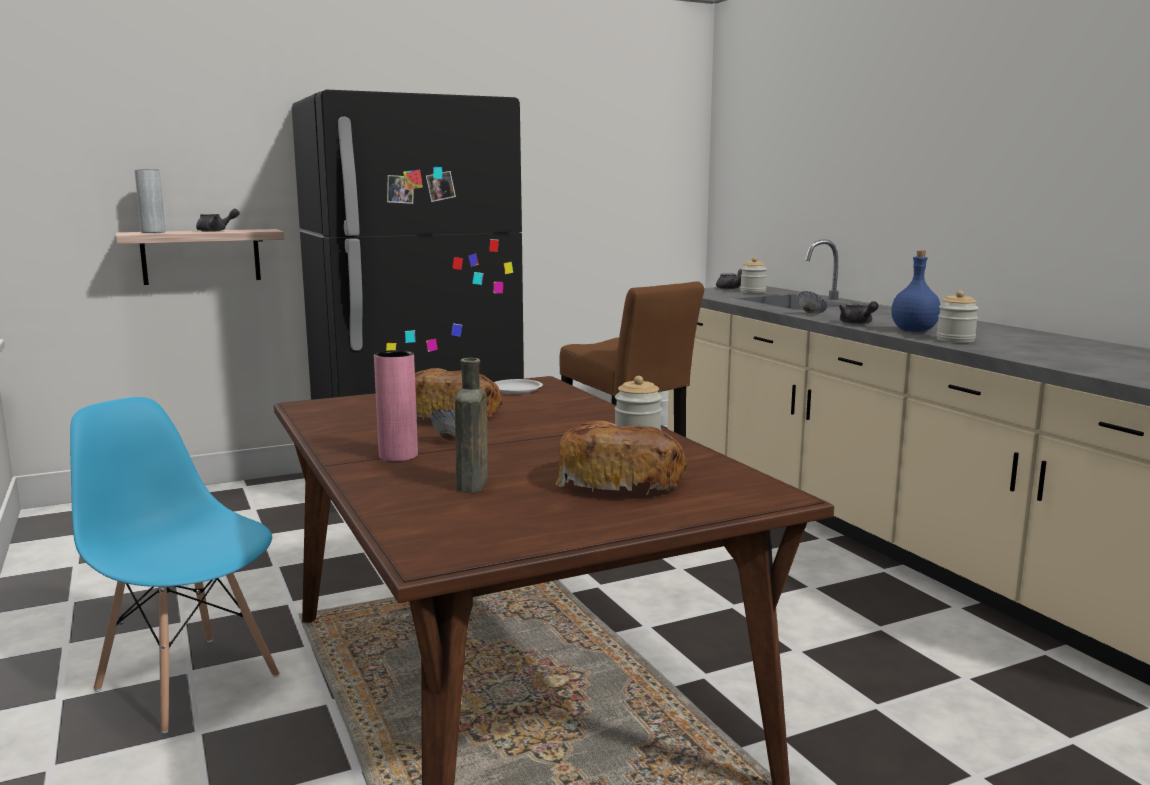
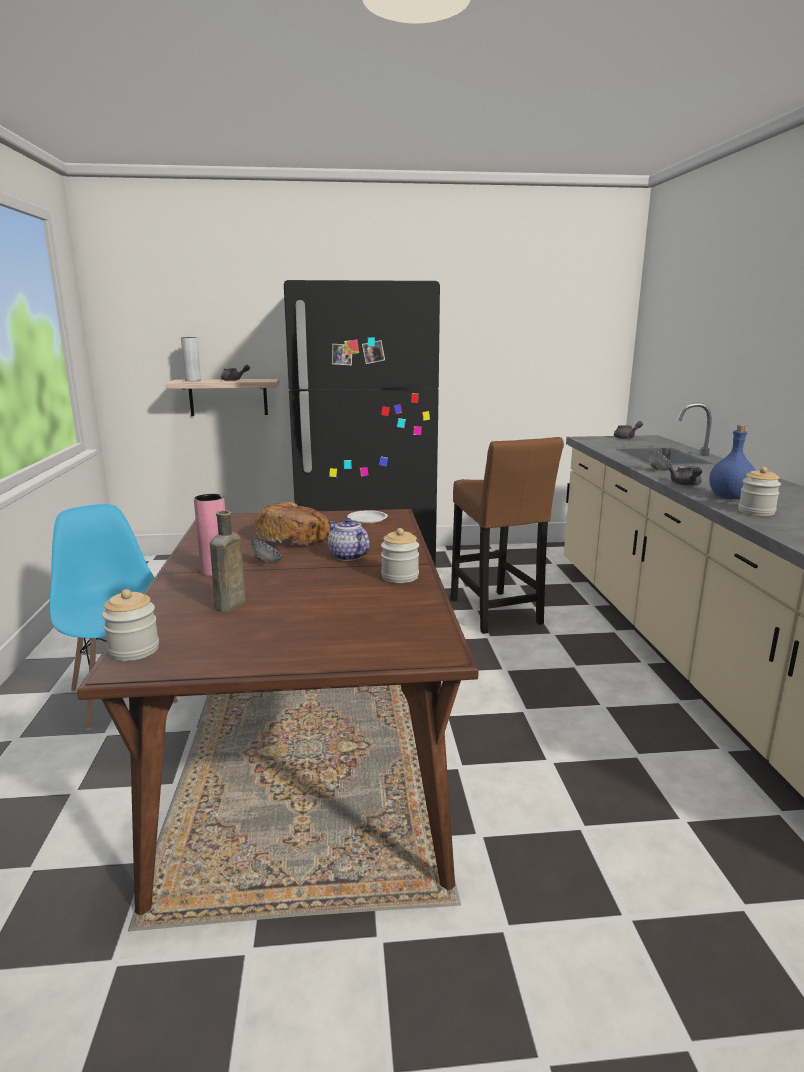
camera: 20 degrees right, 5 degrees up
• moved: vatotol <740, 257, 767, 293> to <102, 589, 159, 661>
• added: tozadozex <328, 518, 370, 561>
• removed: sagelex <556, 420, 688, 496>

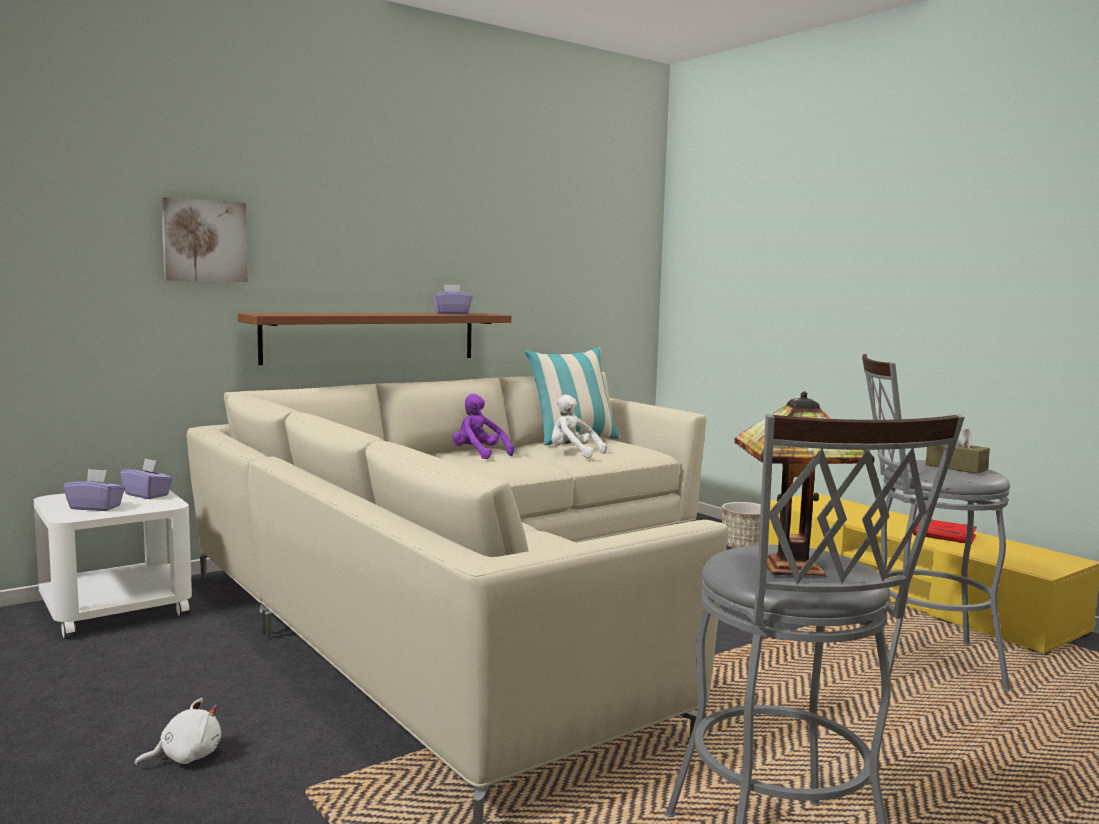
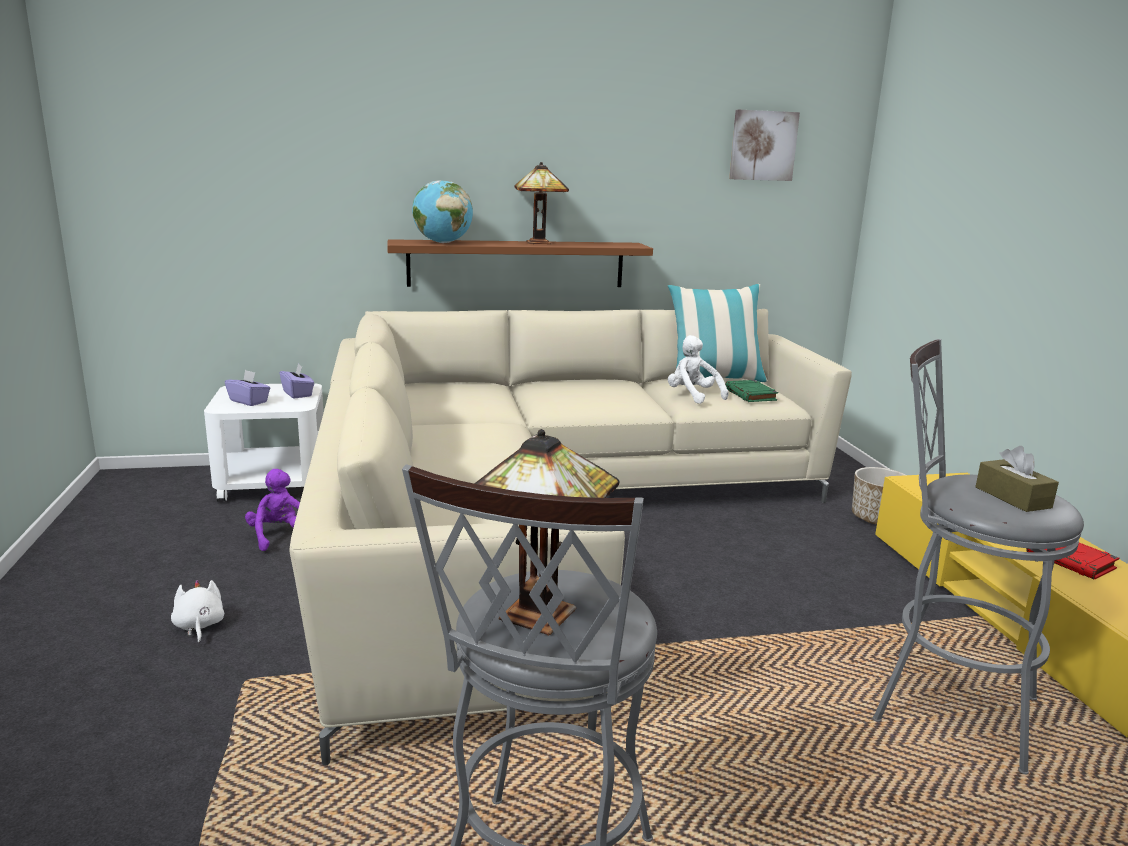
camera: 25 degrees right, 10 degrees up
• turned: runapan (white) <134, 698, 221, 766> = <171, 580, 224, 643> 105 degrees counterclockwise
• moved: runapan (purple) <453, 394, 514, 459> to <245, 469, 300, 551>
• added: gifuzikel <412, 180, 473, 243>
• added: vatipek <515, 162, 569, 244>
• added: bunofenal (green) <725, 380, 778, 402>
• moved: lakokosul <161, 197, 248, 282> to <729, 109, 800, 181>
• removed: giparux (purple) <433, 284, 473, 315>

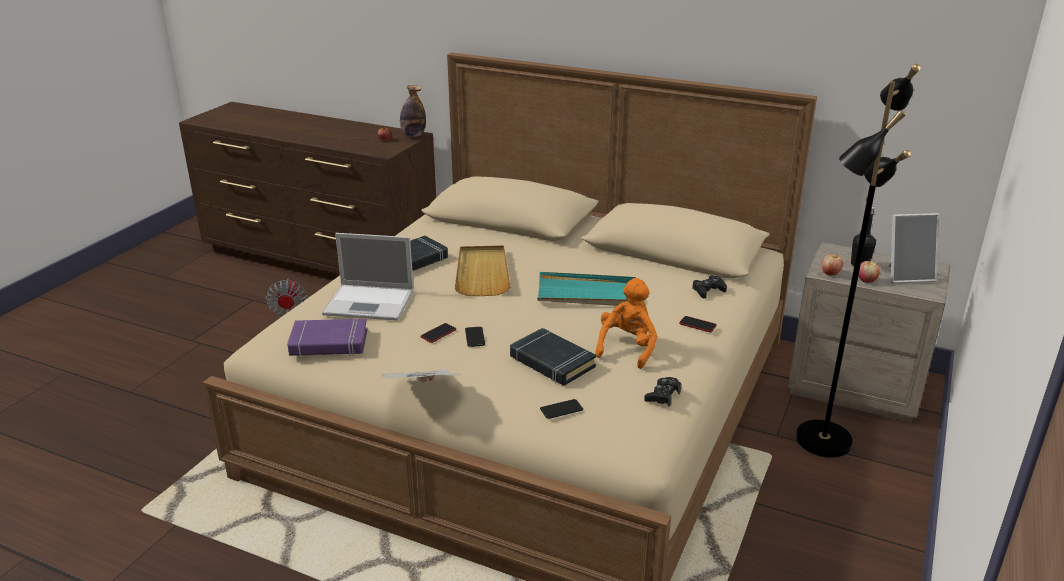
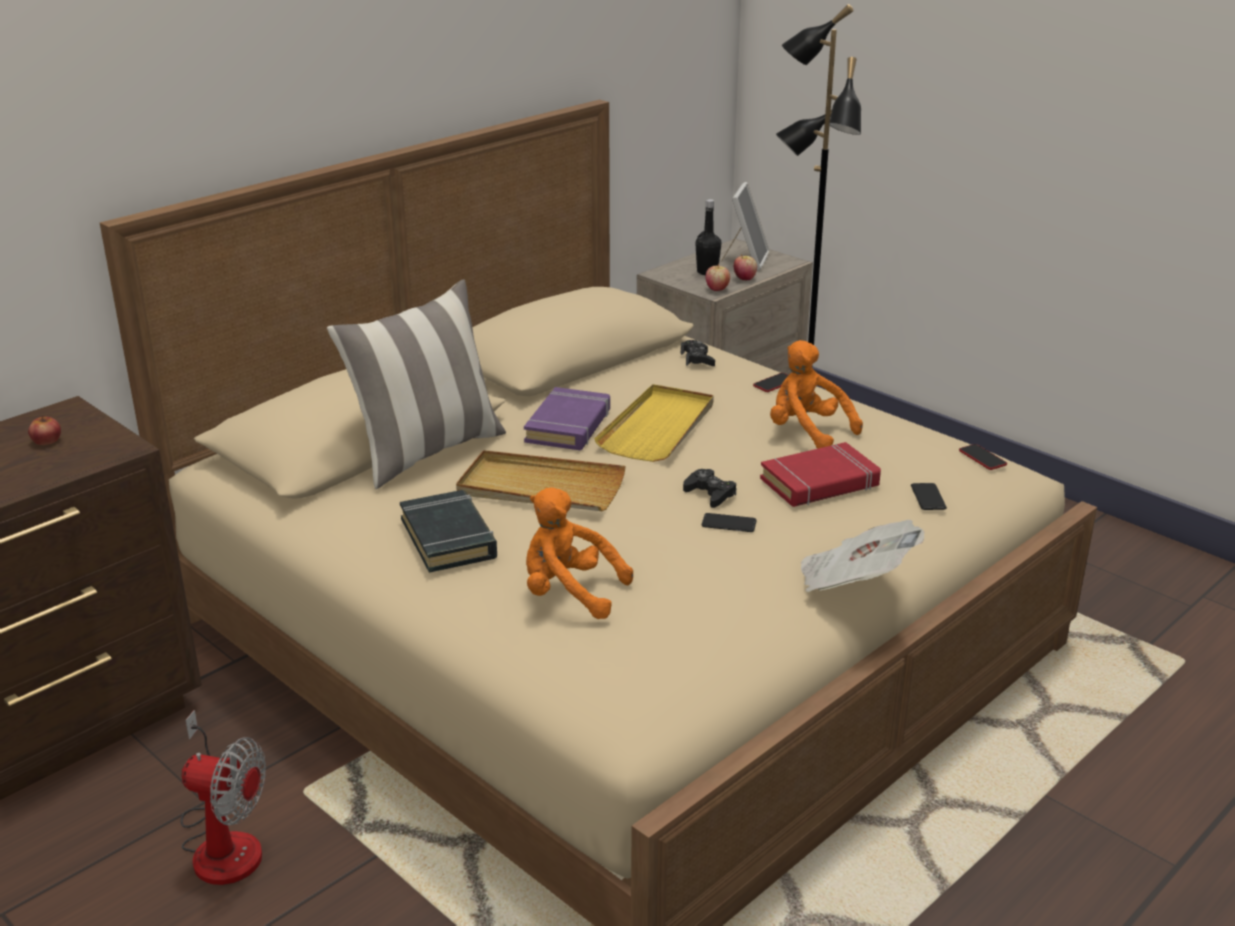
camera: 70 degrees left, 0 degrees up
• added: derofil <327, 279, 506, 489>
• moved: bunofenal (purple) <287, 319, 368, 357> to <524, 387, 610, 450>
• replaced: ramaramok <322, 233, 414, 321> to runapan (orange) <526, 487, 633, 619>
• recoloured: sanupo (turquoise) <537, 272, 636, 306> to sanupo (yellow) <594, 384, 714, 462>
• moved: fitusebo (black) <644, 377, 681, 407> to <683, 469, 736, 508>
• recoloured: bunofenal (black) <510, 328, 596, 386> to bunofenal (red) <760, 442, 881, 507>
• moved: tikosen <421, 323, 456, 343> to <959, 444, 1007, 470>
• removed: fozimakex <400, 85, 426, 137>

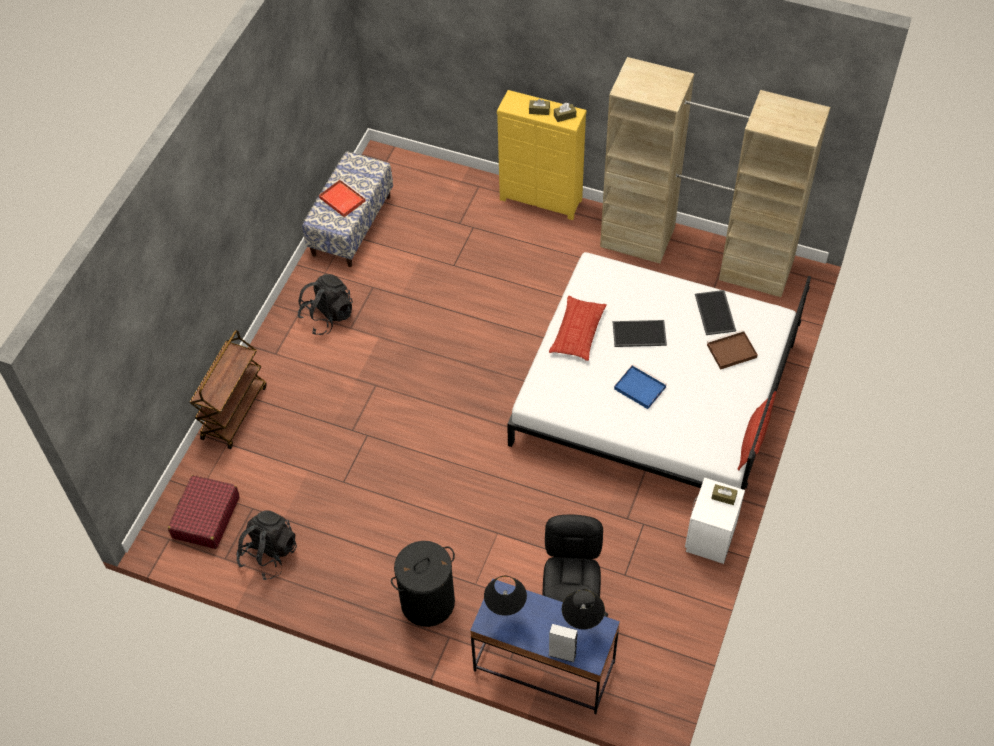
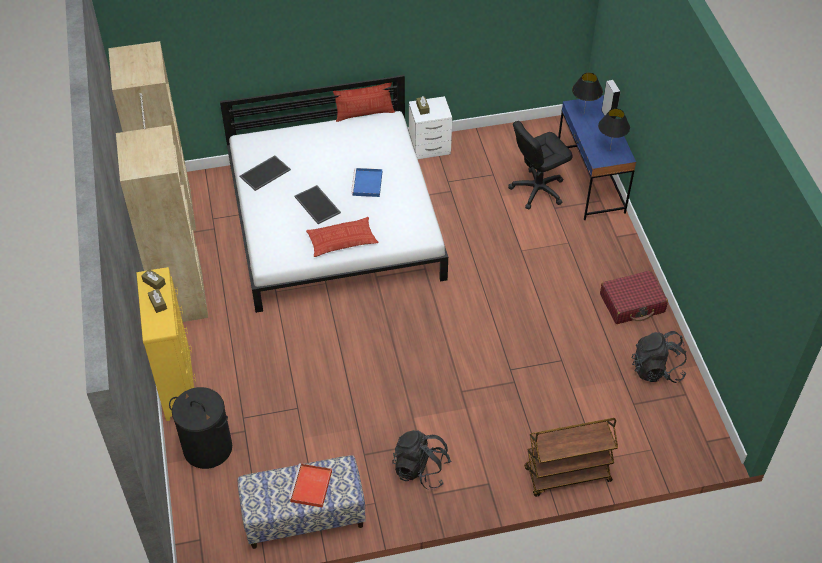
camera: 125 degrees left, 5 degrees down
• moved: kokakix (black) <391, 541, 455, 627> to <169, 387, 232, 469>
• moved: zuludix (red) <168, 475, 239, 549> to <600, 271, 668, 324>
• removed: sanupo (brown) <707, 330, 758, 370>

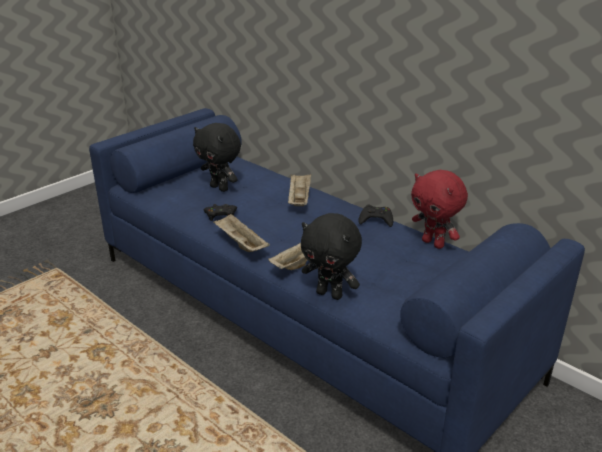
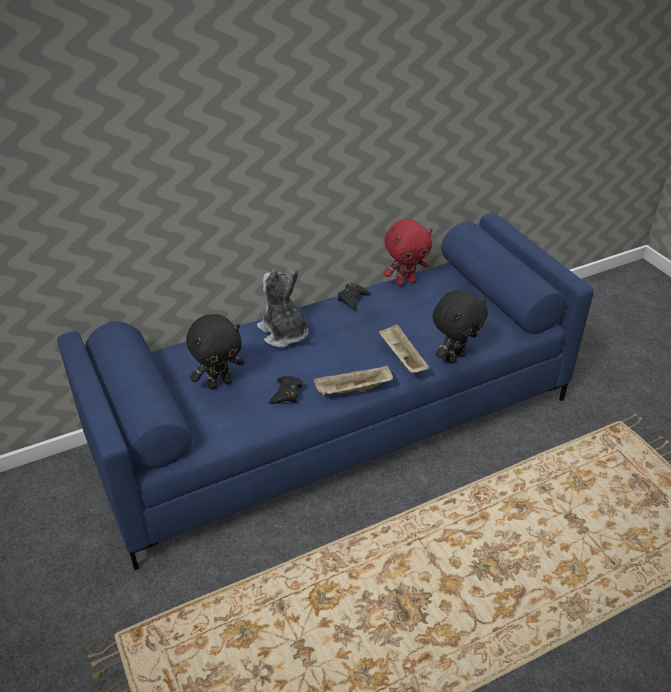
camera: 70 degrees left, 10 degrees up
• replaced: sanupo (beige) <288, 174, 311, 206> to runapan <257, 269, 308, 347>

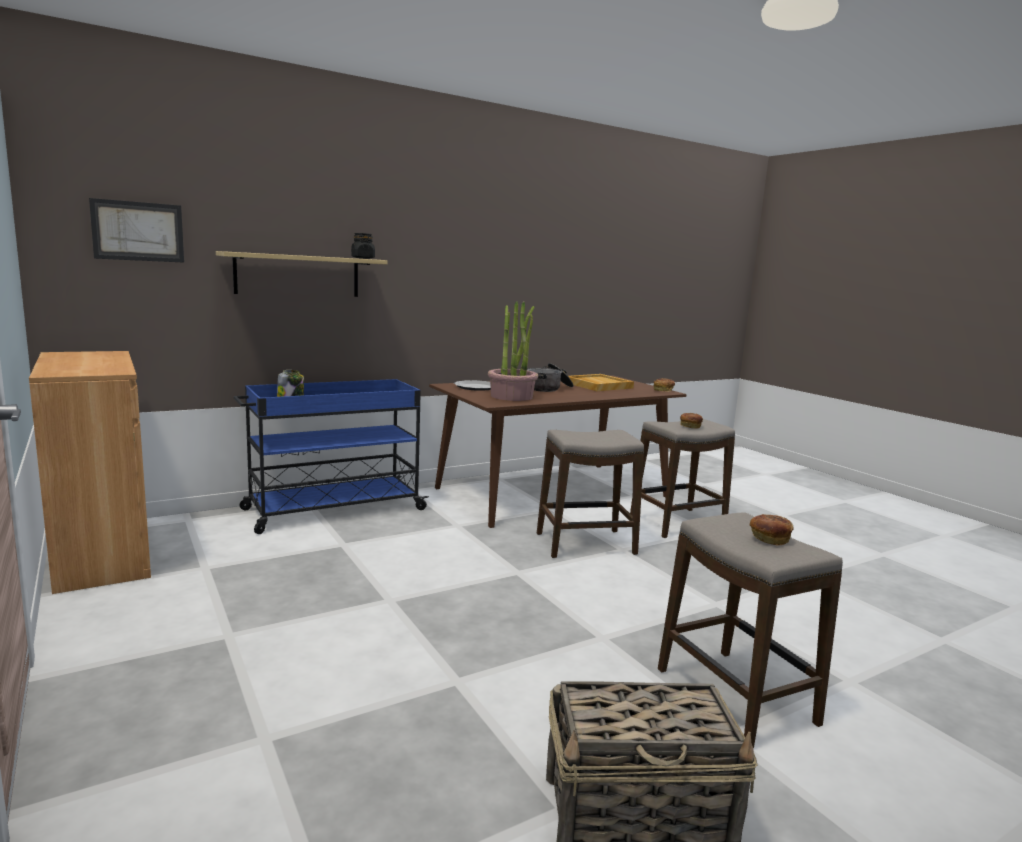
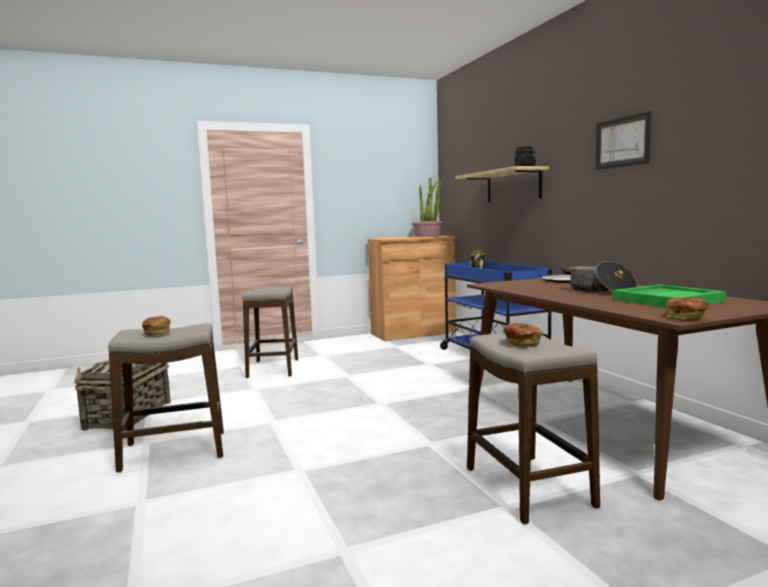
camera: 100 degrees right, 5 degrees down
• moved: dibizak <537, 430, 644, 558> to <242, 286, 298, 378>
• moved: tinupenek <488, 301, 538, 401> to <412, 178, 443, 237>
• moved: lakokosul <89, 198, 184, 263> to <596, 111, 651, 170>
• recoloured: sanupo (beige) <568, 374, 634, 391> to sanupo (green) <612, 285, 726, 308>

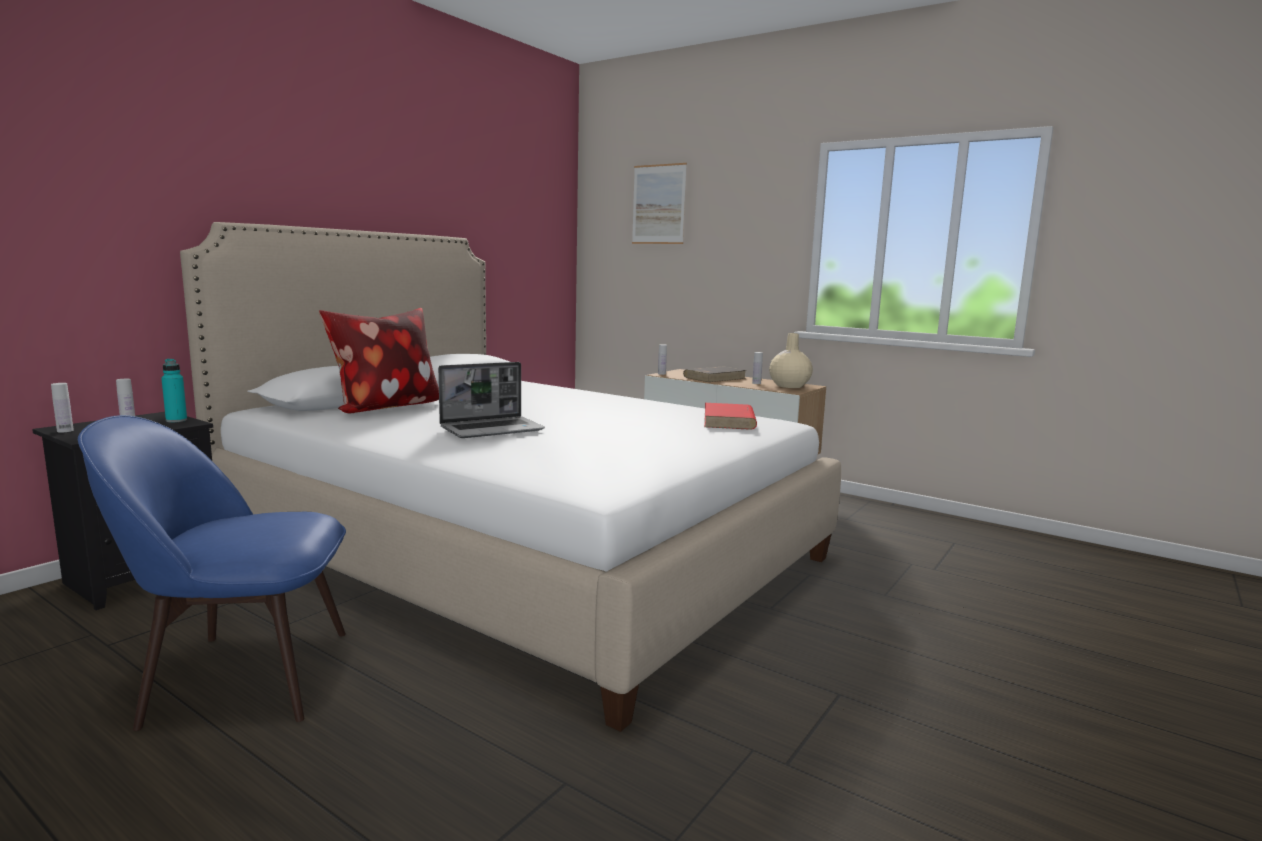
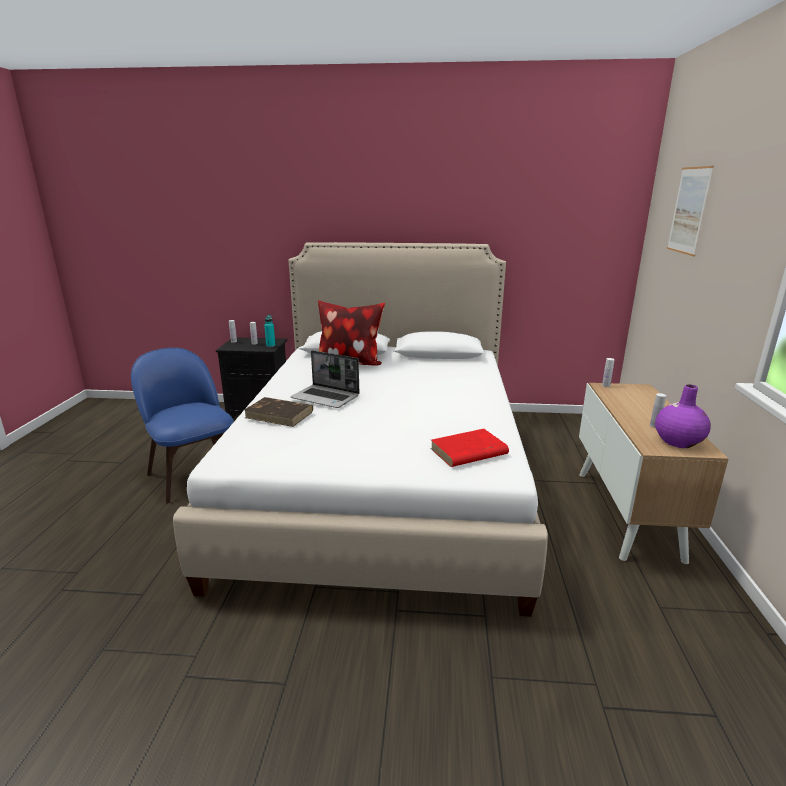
camera: 60 degrees right, 10 degrees up
• moved: bunofenal (brown) <683, 366, 746, 382> to <244, 397, 313, 427>
• recoloured: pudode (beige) <769, 333, 813, 388> to pudode (purple) <655, 384, 711, 448>

